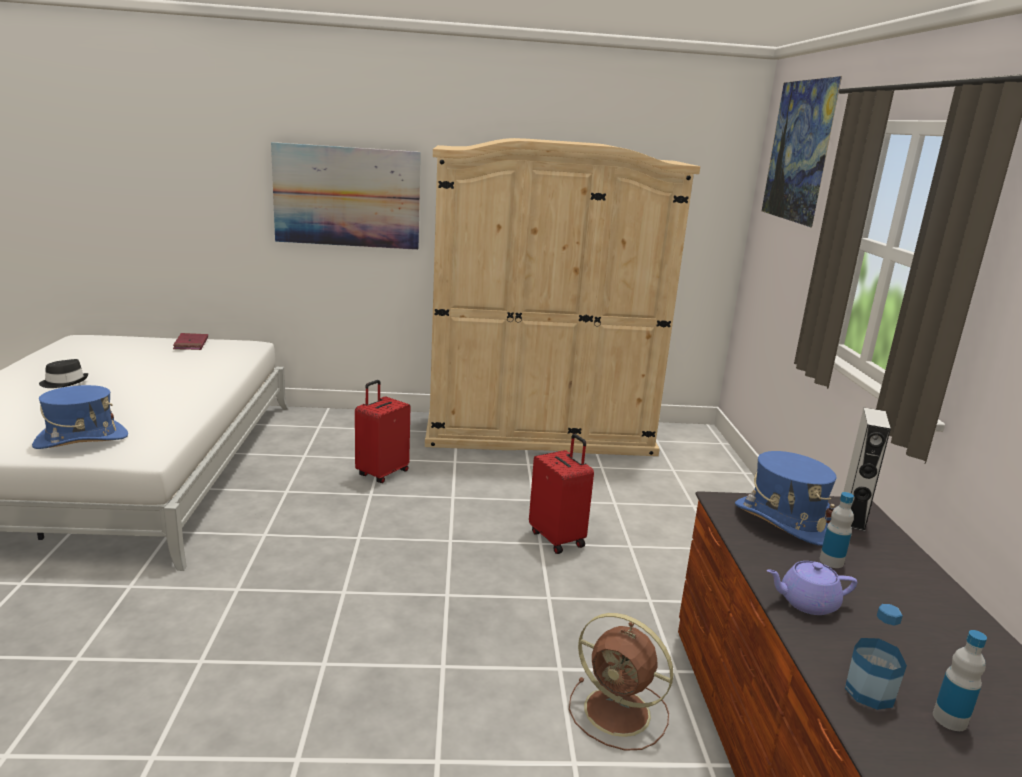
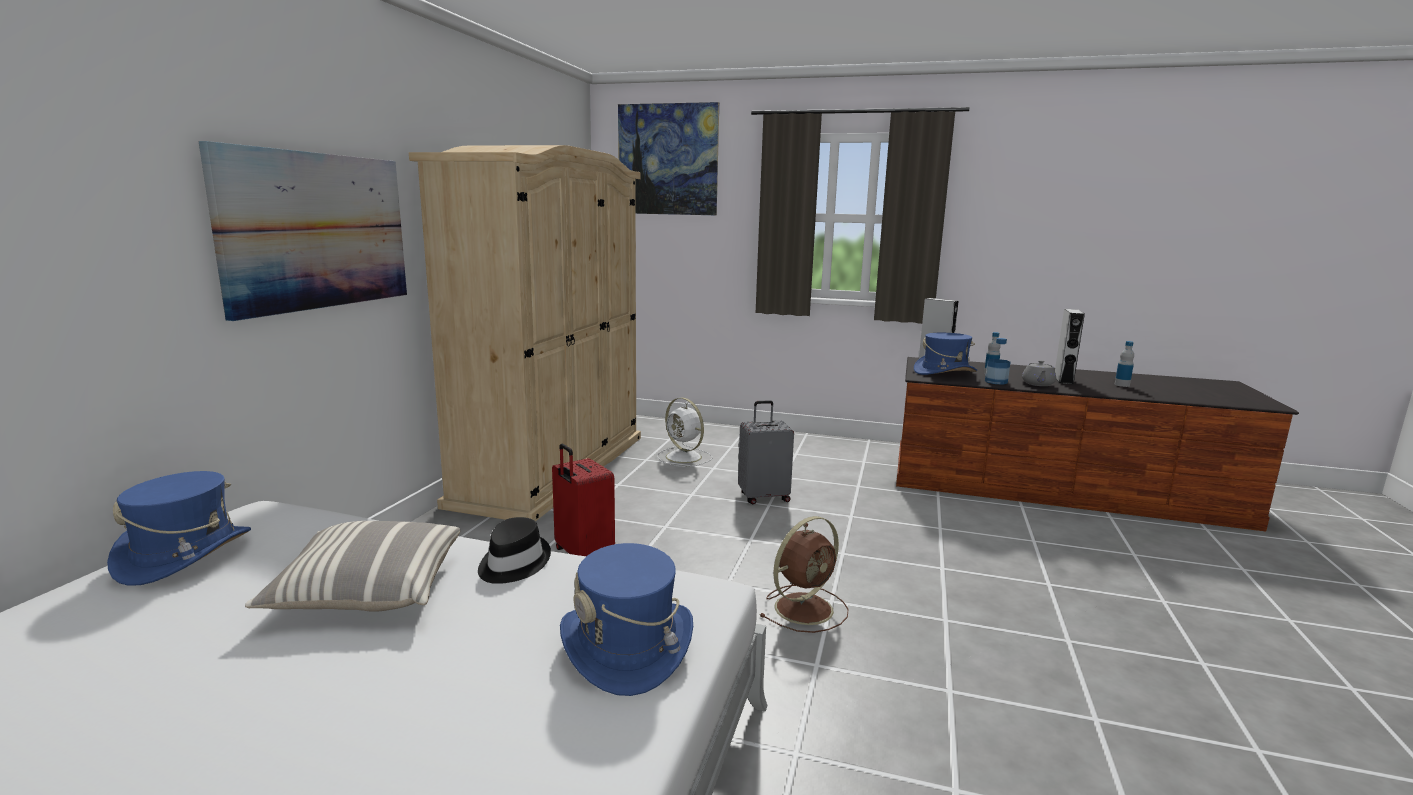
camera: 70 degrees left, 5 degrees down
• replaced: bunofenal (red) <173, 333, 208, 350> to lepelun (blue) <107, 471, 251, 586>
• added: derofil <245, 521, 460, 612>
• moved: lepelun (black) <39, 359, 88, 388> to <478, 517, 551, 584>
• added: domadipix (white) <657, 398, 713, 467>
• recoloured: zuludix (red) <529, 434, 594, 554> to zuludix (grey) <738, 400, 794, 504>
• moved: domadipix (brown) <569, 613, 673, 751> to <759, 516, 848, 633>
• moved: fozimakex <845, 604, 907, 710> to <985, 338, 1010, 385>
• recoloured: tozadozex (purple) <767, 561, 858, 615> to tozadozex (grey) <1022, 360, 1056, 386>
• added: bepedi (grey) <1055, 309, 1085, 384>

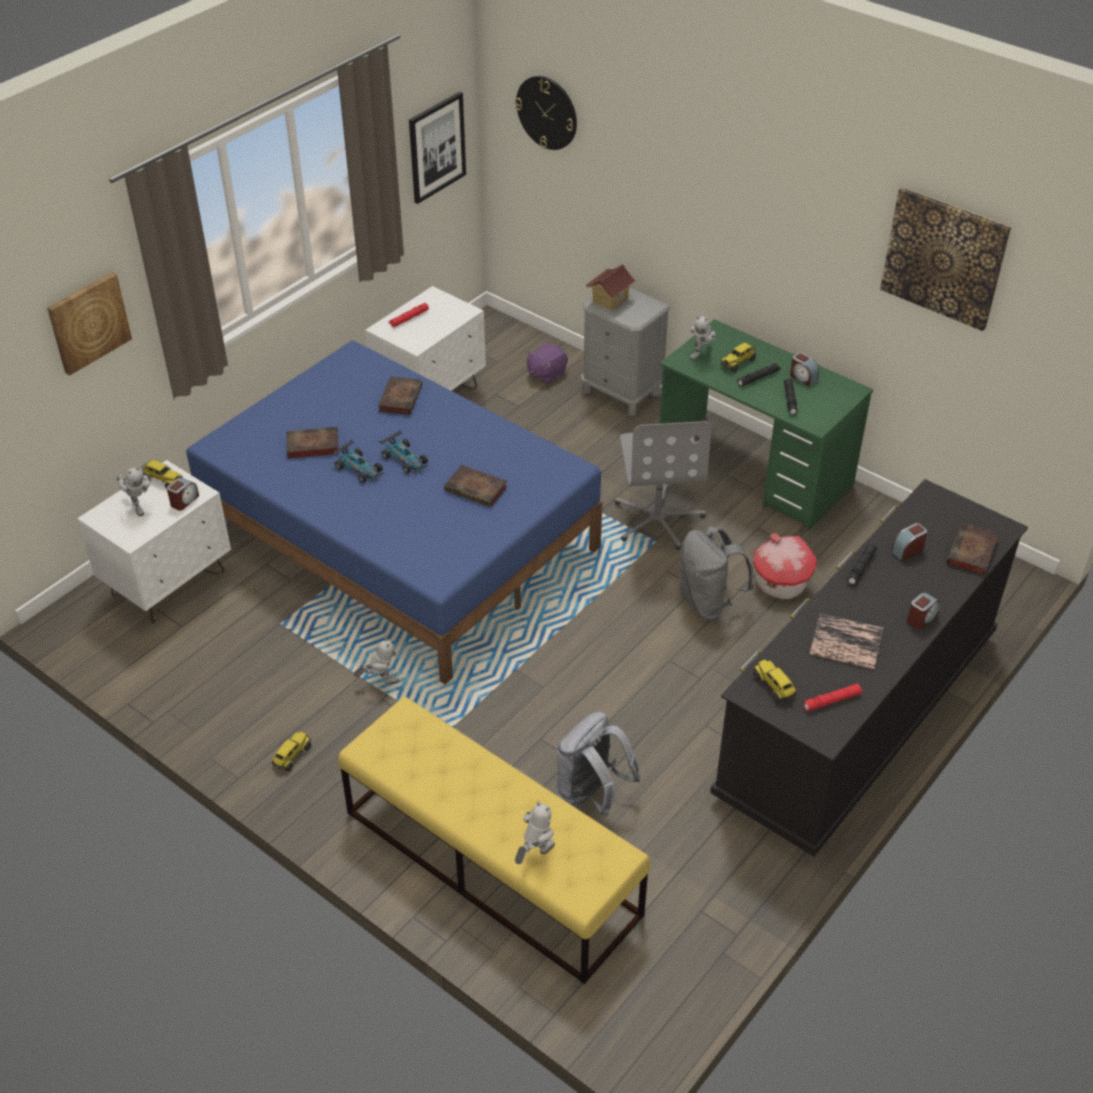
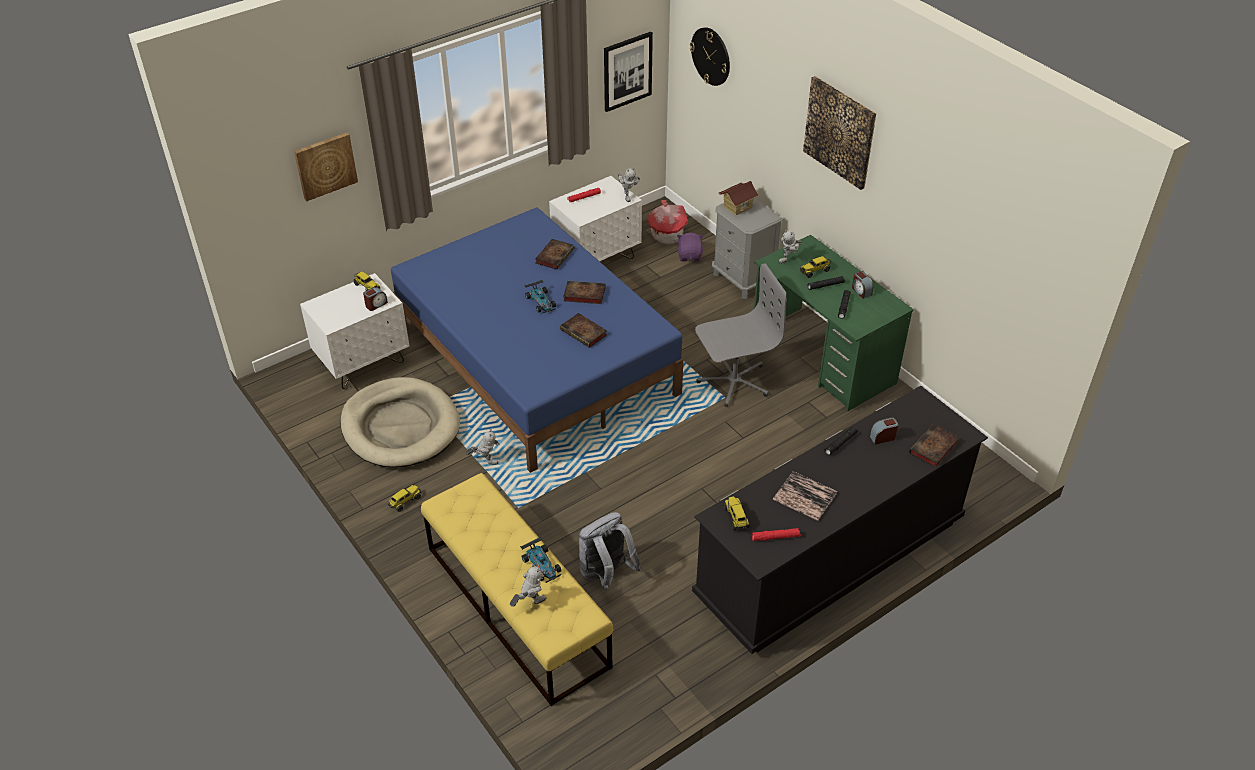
camera: 15 degrees right, 0 degrees up
• added: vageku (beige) <341, 377, 460, 468>
• moved: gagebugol <332, 440, 384, 483> to <520, 537, 562, 583>
• moved: bunofenal <286, 427, 339, 459> to <563, 281, 606, 304>
• moved: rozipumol <116, 467, 152, 516> to <618, 168, 640, 202>
• moved: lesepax <753, 533, 818, 599> to <648, 200, 688, 244>
• turned: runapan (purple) <526, 343, 568, 384> = <677, 233, 704, 261> 120 degrees clockwise
• turned: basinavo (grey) <615, 421, 711, 550> = <695, 263, 786, 407> 120 degrees counterclockwise
• moved: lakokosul <880, 187, 1011, 331> to <803, 76, 876, 190>
• removed: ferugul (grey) <679, 526, 754, 620>
• removed: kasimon <907, 592, 940, 630>

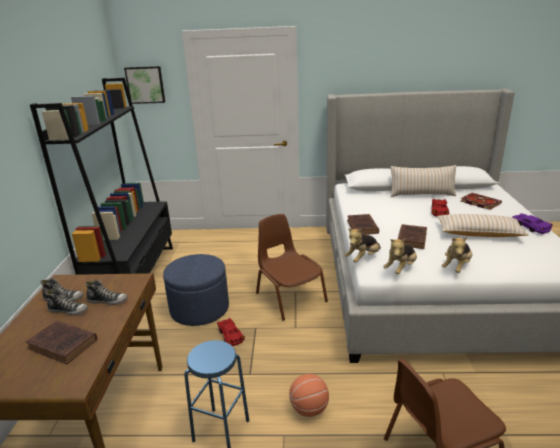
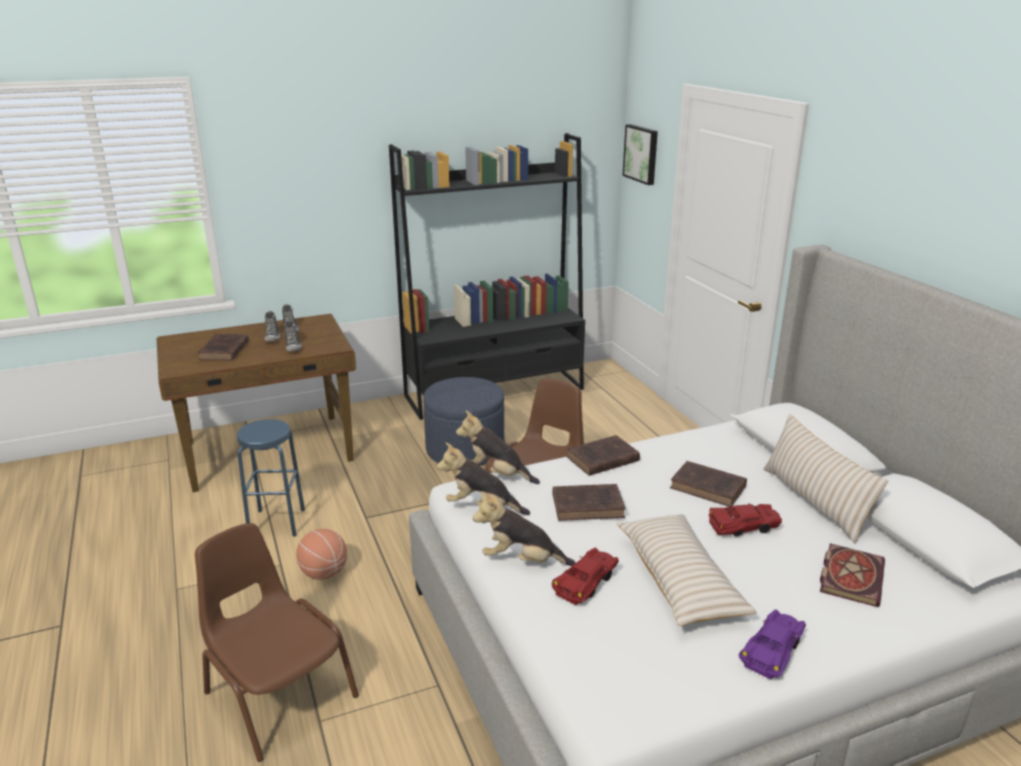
camera: 65 degrees right, 0 degrees up
• moved: gagebugol (red) <217, 318, 245, 346> to <552, 548, 619, 605>
• added: bunofenal (brown) <670, 461, 747, 507>

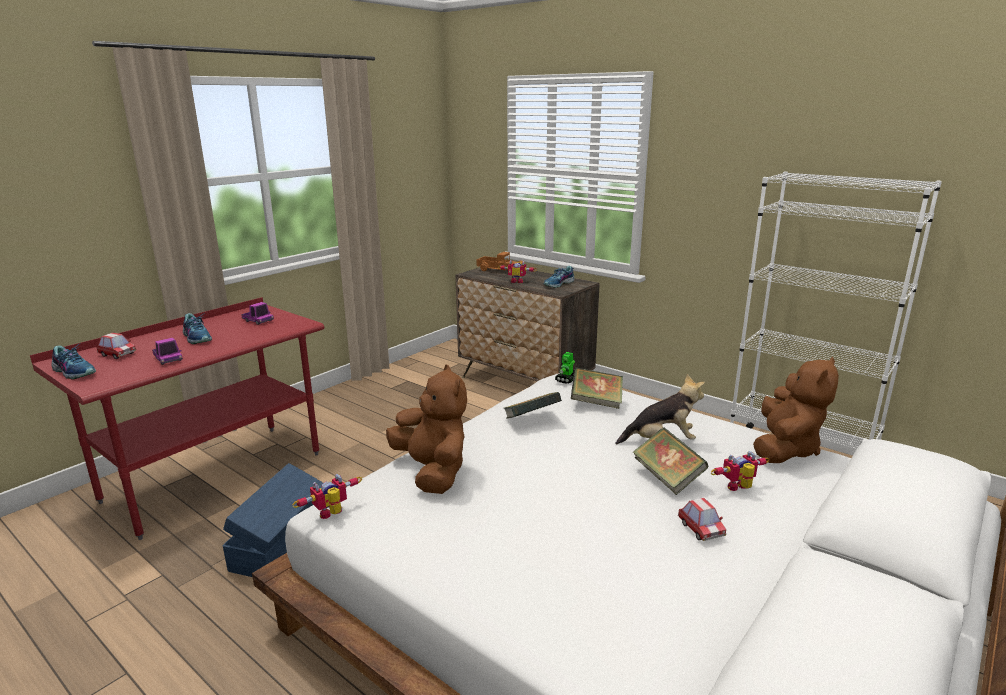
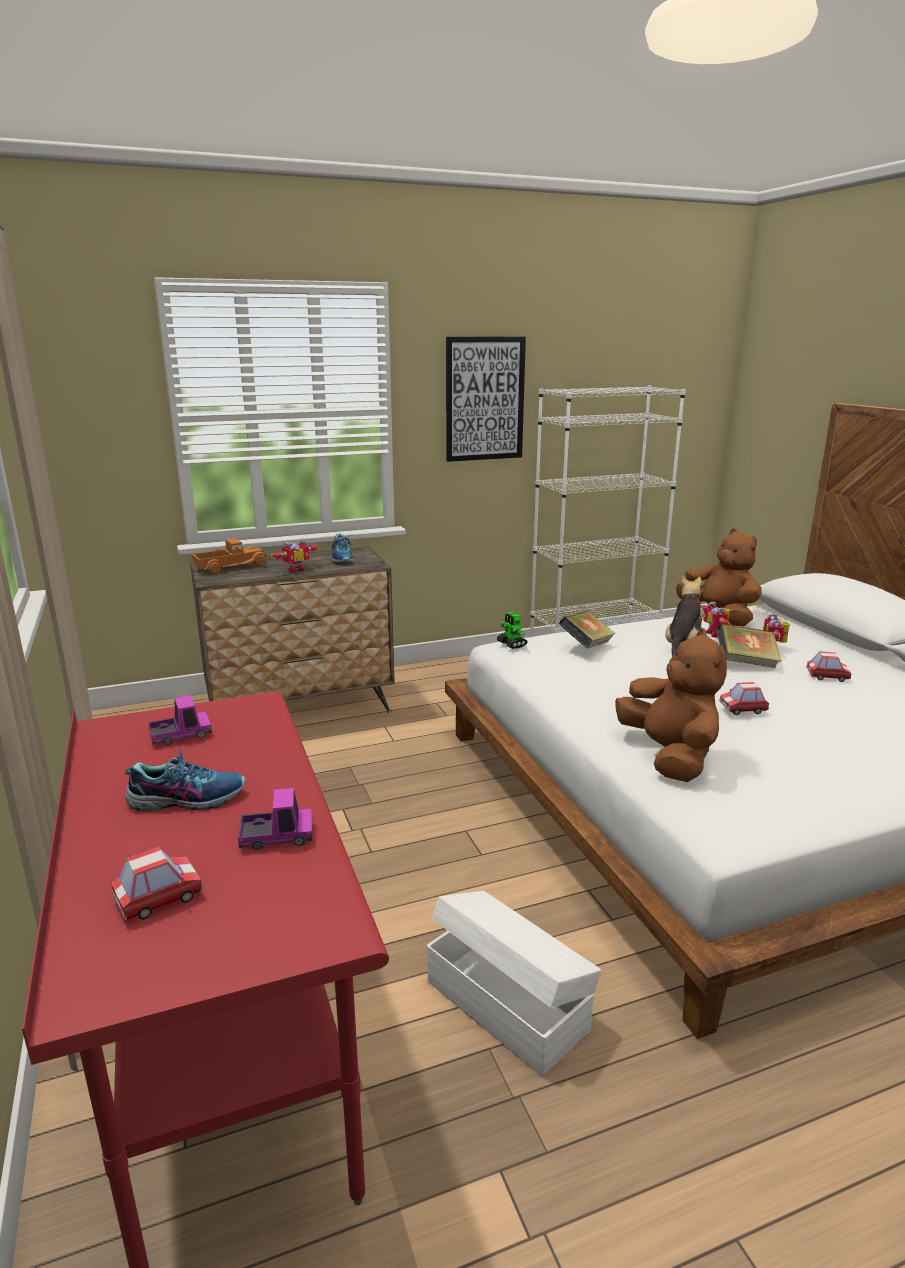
camera: 60 degrees left, 0 degrees up
• recoloured: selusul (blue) <223, 463, 323, 577> to selusul (white) <427, 891, 601, 1076>
• added: lakokosul <446, 336, 526, 462>
• turned: runapan (brown) <386, 365, 467, 494> = <615, 628, 727, 782> 75 degrees clockwise
• moved: rozipumol <292, 474, 362, 519> to <702, 602, 730, 638>
• added: gagebugol <719, 682, 769, 715>
• removed: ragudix <51, 344, 96, 379>
• removed: bunofenal <504, 392, 562, 419>

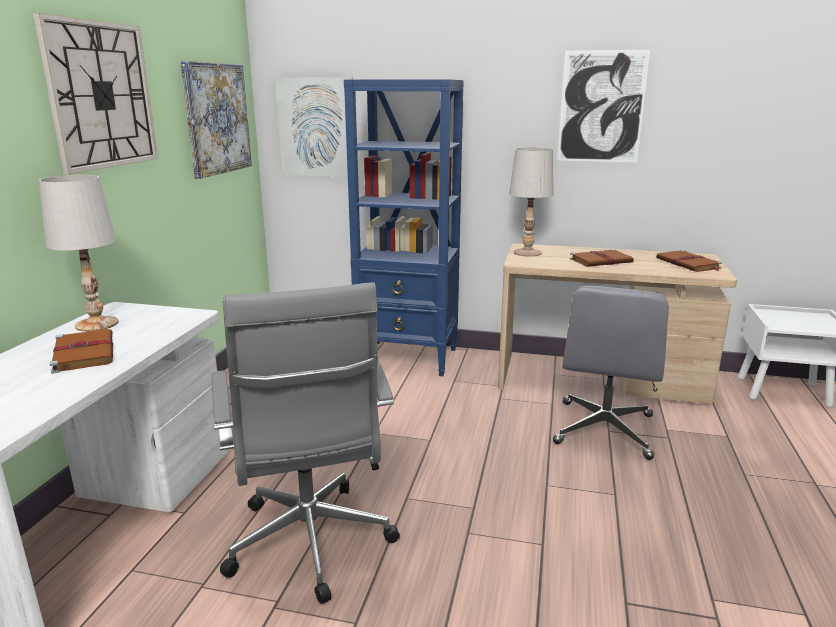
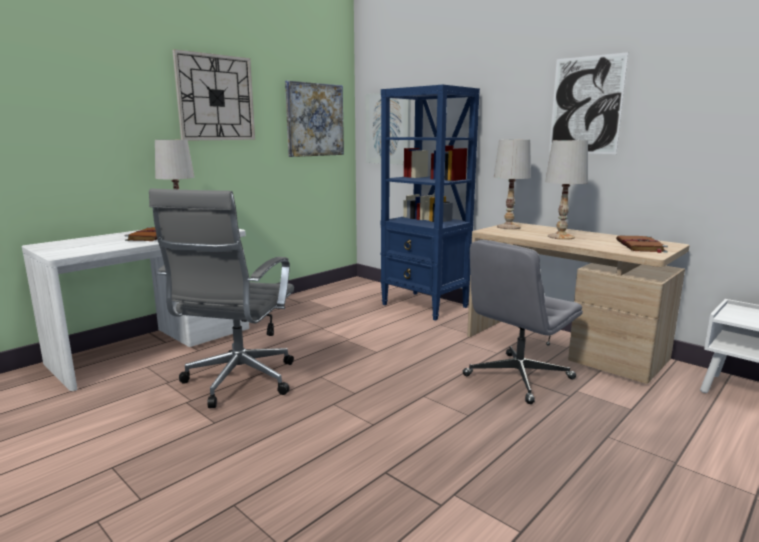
camera: 30 degrees right, 5 degrees down
• replaced: bunofenal (brown) <570, 249, 634, 267> to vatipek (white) <545, 140, 588, 240>

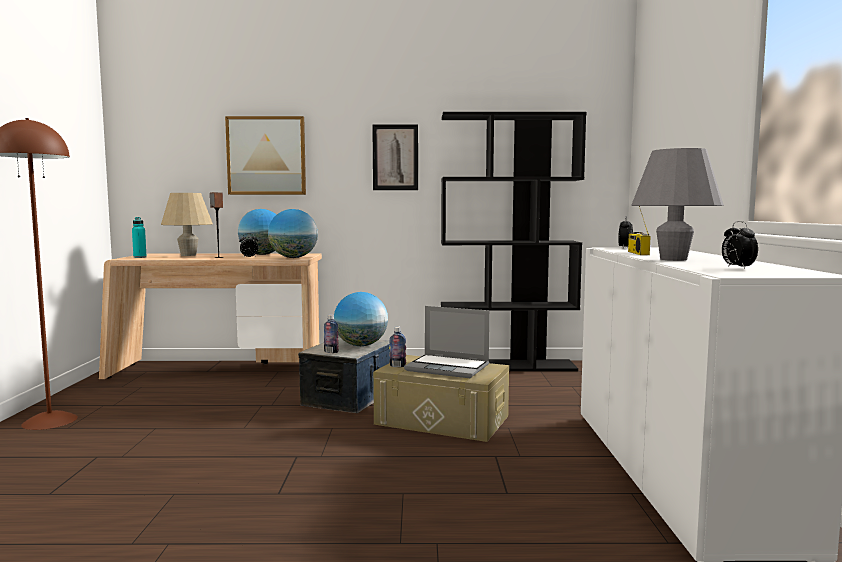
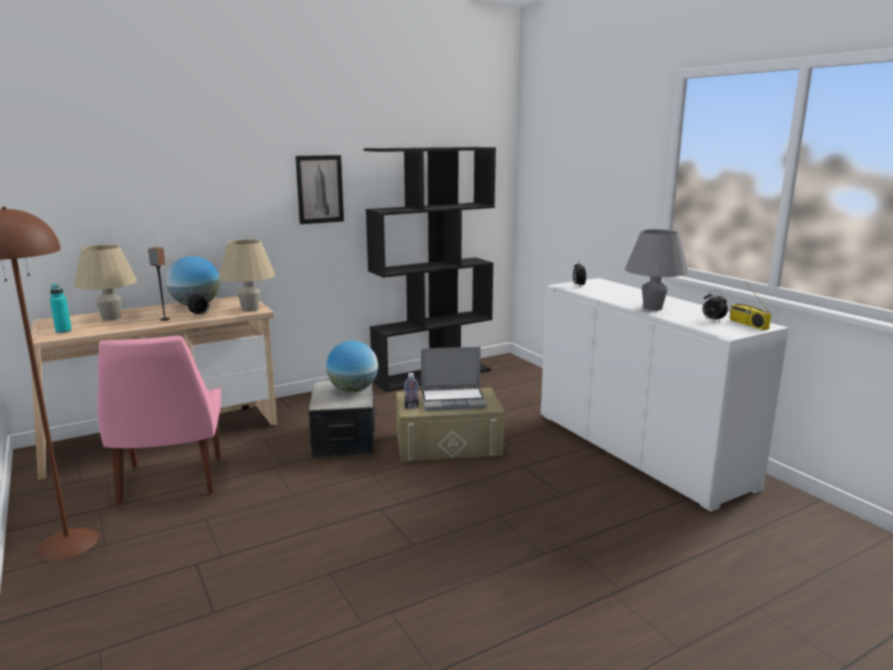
camera: 30 degrees left, 10 degrees up
• added: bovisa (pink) <98, 336, 221, 505>
• replaced: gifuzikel <268, 209, 318, 258> to vatipek (beige) <219, 239, 275, 312>
• moved: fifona <628, 206, 651, 255> to <729, 281, 771, 330>
• removed: lakokosul <225, 116, 306, 195>
• removed: fozimakex <324, 315, 339, 353>

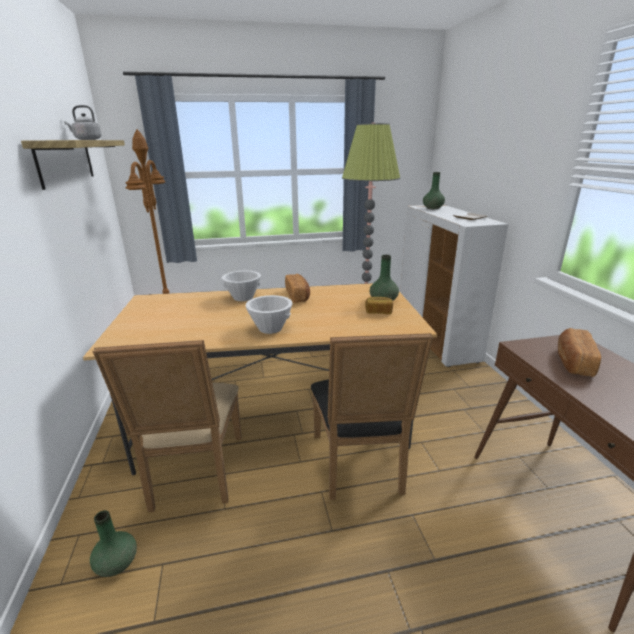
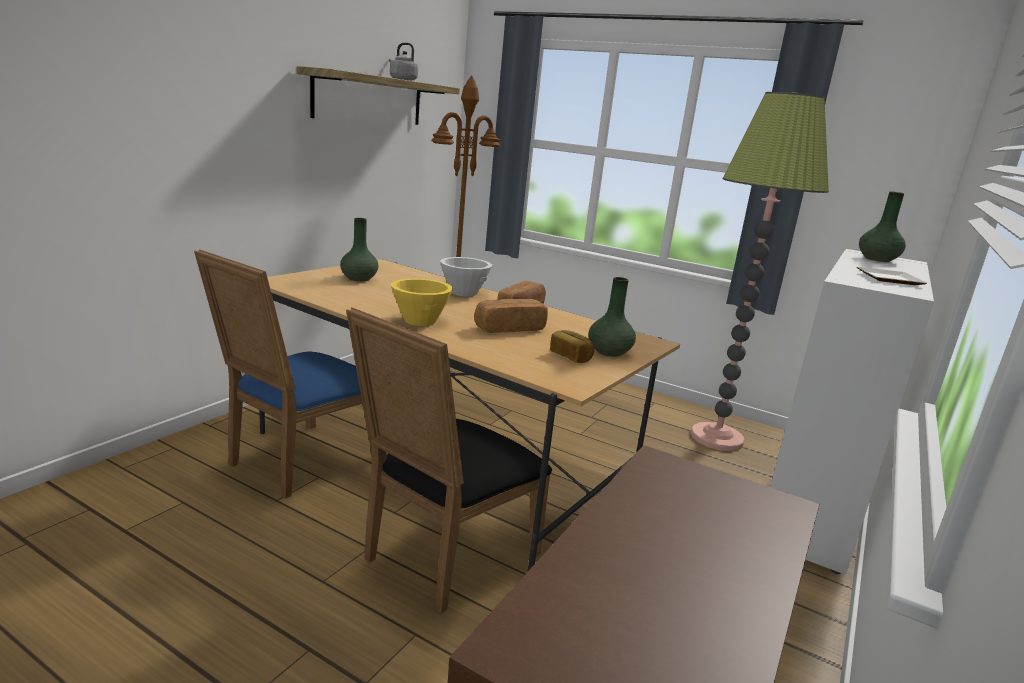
camera: 40 degrees right, 5 degrees down
• recoloured: bovisa (beige) <92, 340, 241, 513> to bovisa (blue) <194, 249, 372, 498>
• moved: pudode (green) <90, 510, 137, 577> to <340, 218, 378, 281>
• recoloured: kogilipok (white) <246, 295, 293, 334> to kogilipok (yellow) <391, 278, 453, 326>
• moved: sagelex <558, 328, 601, 377> to <474, 299, 548, 333>

